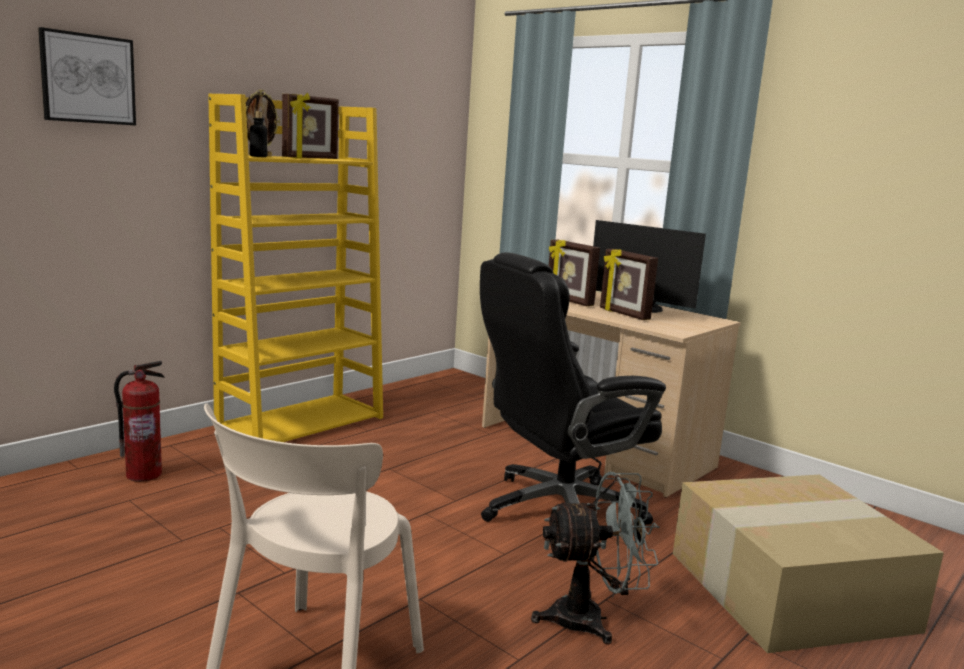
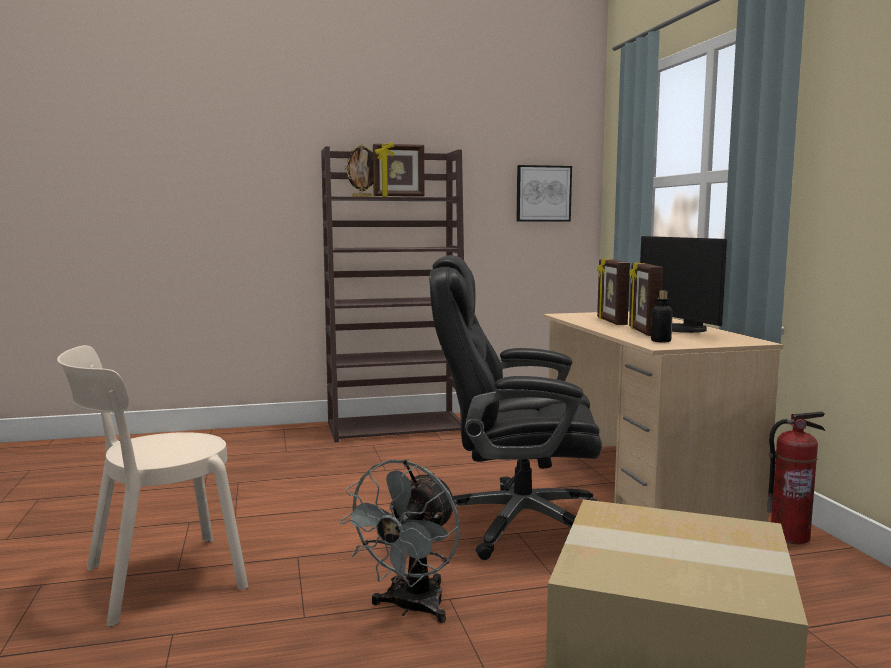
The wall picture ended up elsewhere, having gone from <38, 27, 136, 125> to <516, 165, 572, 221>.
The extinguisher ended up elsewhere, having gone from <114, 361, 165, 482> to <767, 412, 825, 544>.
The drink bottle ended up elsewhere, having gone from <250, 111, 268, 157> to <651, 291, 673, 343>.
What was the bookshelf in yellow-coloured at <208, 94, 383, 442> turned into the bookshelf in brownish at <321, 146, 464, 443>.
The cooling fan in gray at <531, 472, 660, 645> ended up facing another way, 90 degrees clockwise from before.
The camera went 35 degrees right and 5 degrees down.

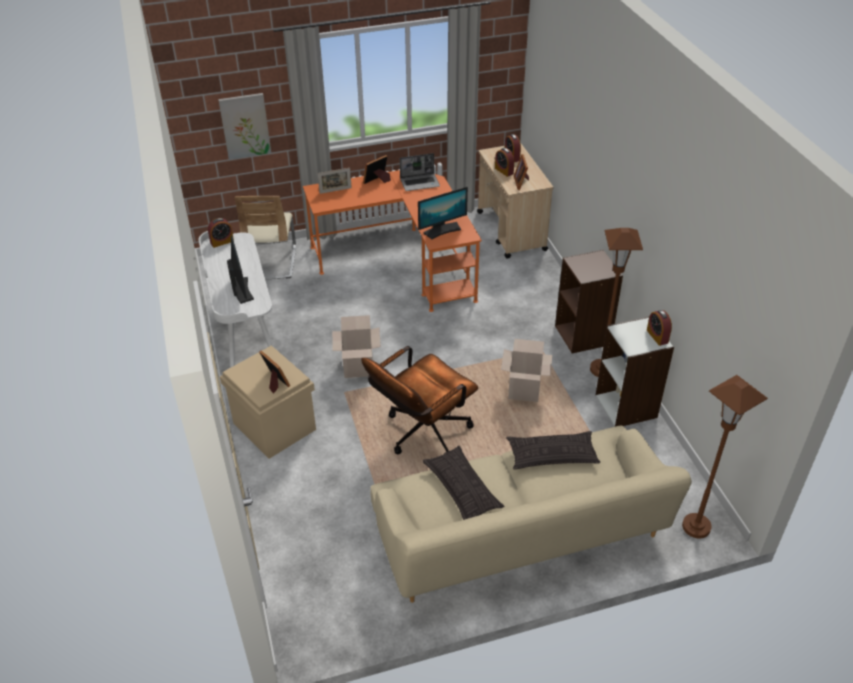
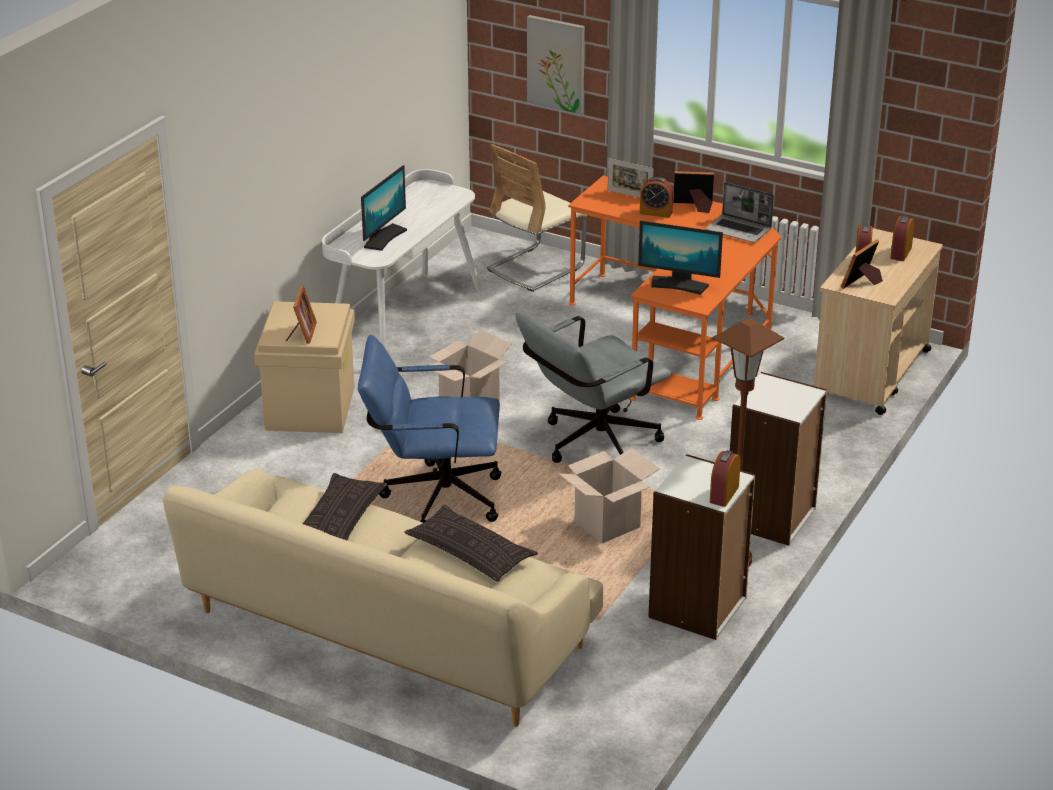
The second view lost the floor lamp in brownish at <682, 375, 768, 538>.
The second view gained the desk chair in gray at <516, 312, 671, 463>.
The bedside clock ended up elsewhere, having gone from <208, 218, 234, 248> to <640, 177, 673, 218>.
What was the desk chair in brownish at <361, 346, 478, 454> turned into the desk chair in blue at <358, 335, 501, 523>.
What was the bookshelf in brownish at <555, 250, 623, 354> turned into the bookshelf in white at <730, 372, 827, 546>.
The camera went 45 degrees right and 10 degrees down.

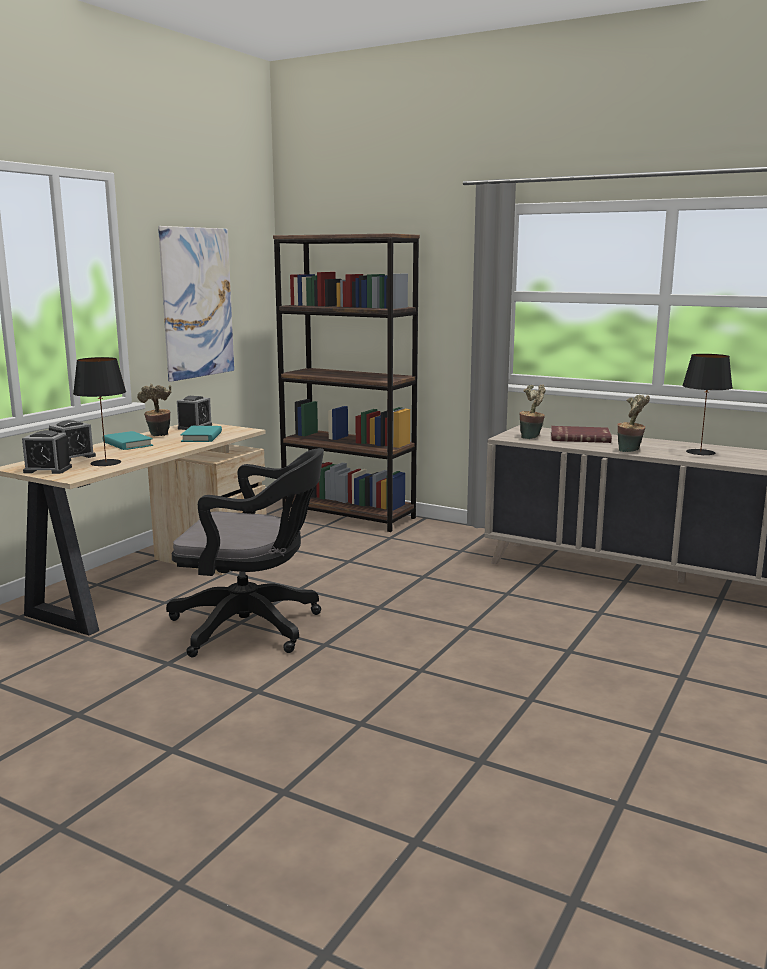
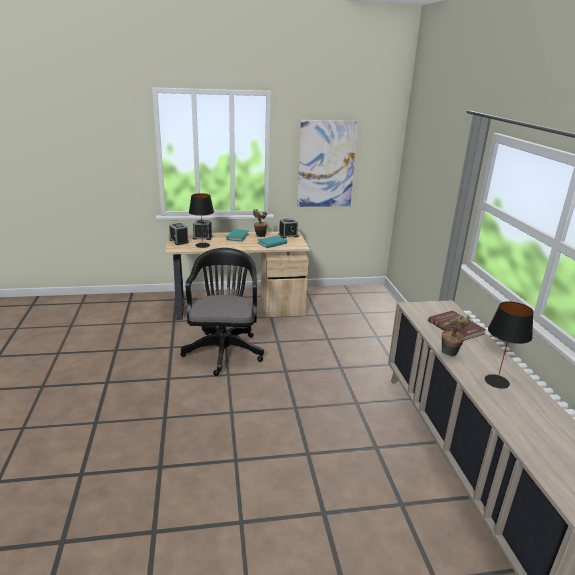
The second view lost the bookshelf in brownish at <273, 233, 420, 532>.
The second view lost the houseplant at <519, 384, 546, 439>.
The desk chair in black at <166, 448, 324, 657> ended up facing another way, 150 degrees counterclockwise from before.
The camera went 50 degrees right and 10 degrees up.

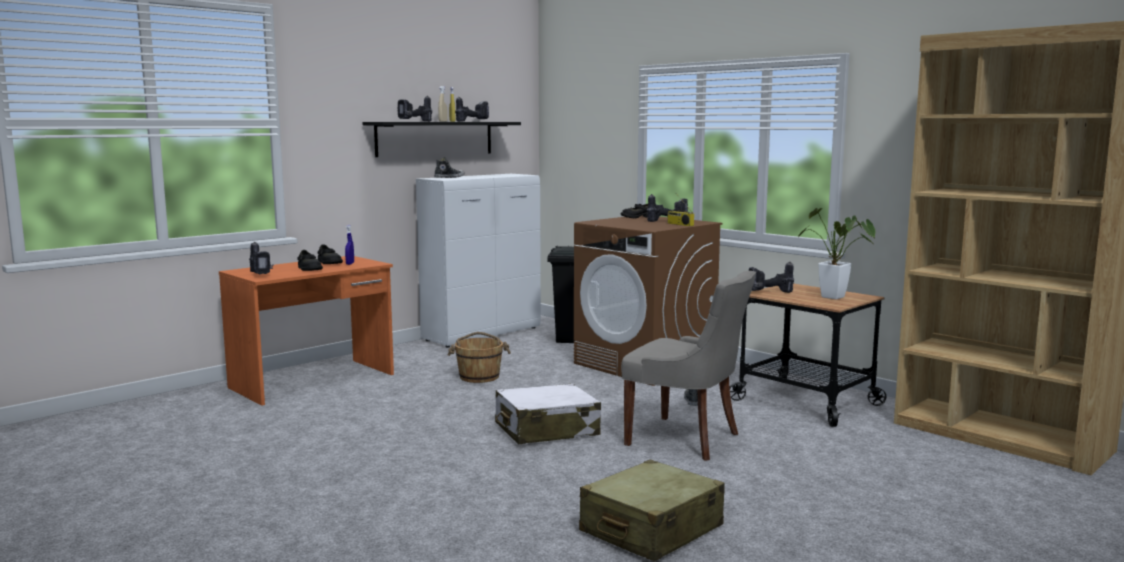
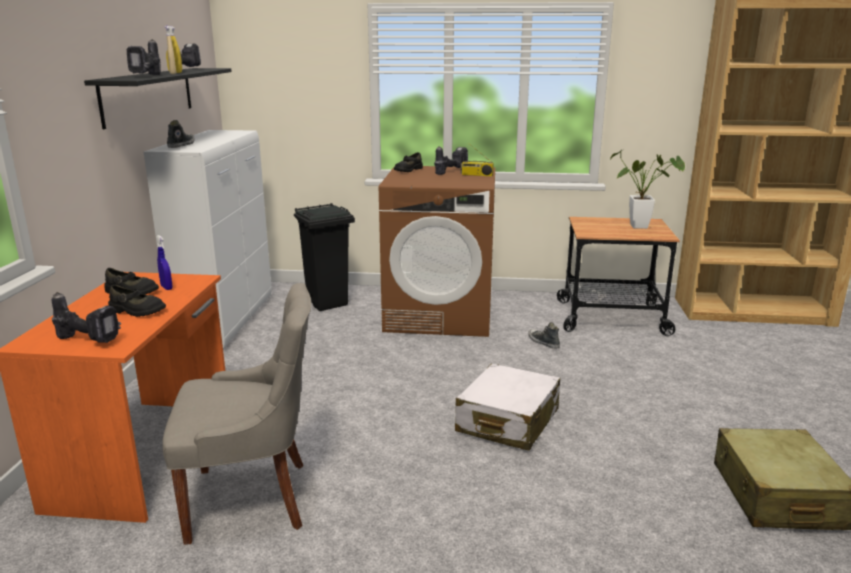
The second view lost the pail in brownish at <448, 332, 511, 383>.
The second view lost the power drill at <749, 262, 794, 293>.
The plain chair in gray ended up elsewhere, having gone from <621, 271, 756, 461> to <162, 283, 311, 545>.
The camera went 40 degrees left and 10 degrees up.

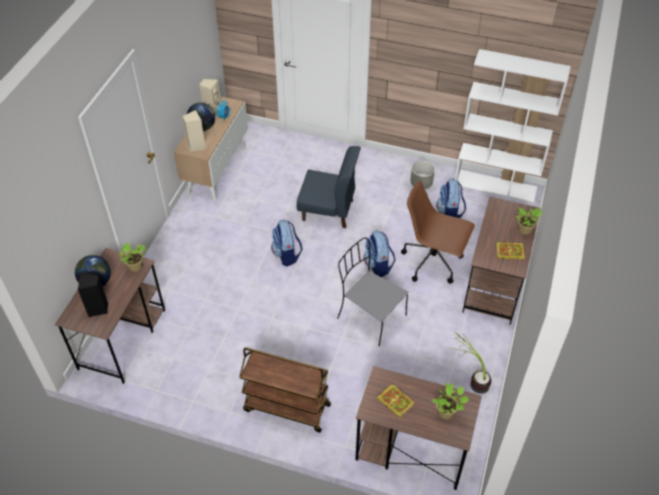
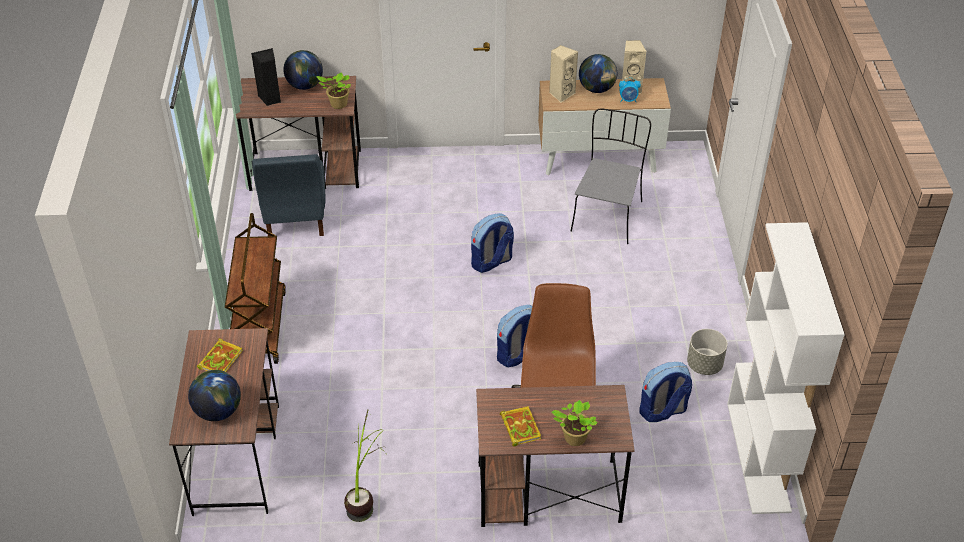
The plain chair in blue ended up elsewhere, having gone from <297, 146, 361, 228> to <252, 154, 326, 236>.
The plain chair in gray ended up elsewhere, having gone from <337, 237, 408, 346> to <570, 108, 651, 244>.
Where the houseplant stood at <432, 383, 469, 419>, the world globe came to stand at <188, 370, 241, 421>.
The camera went 70 degrees right and 5 degrees down.

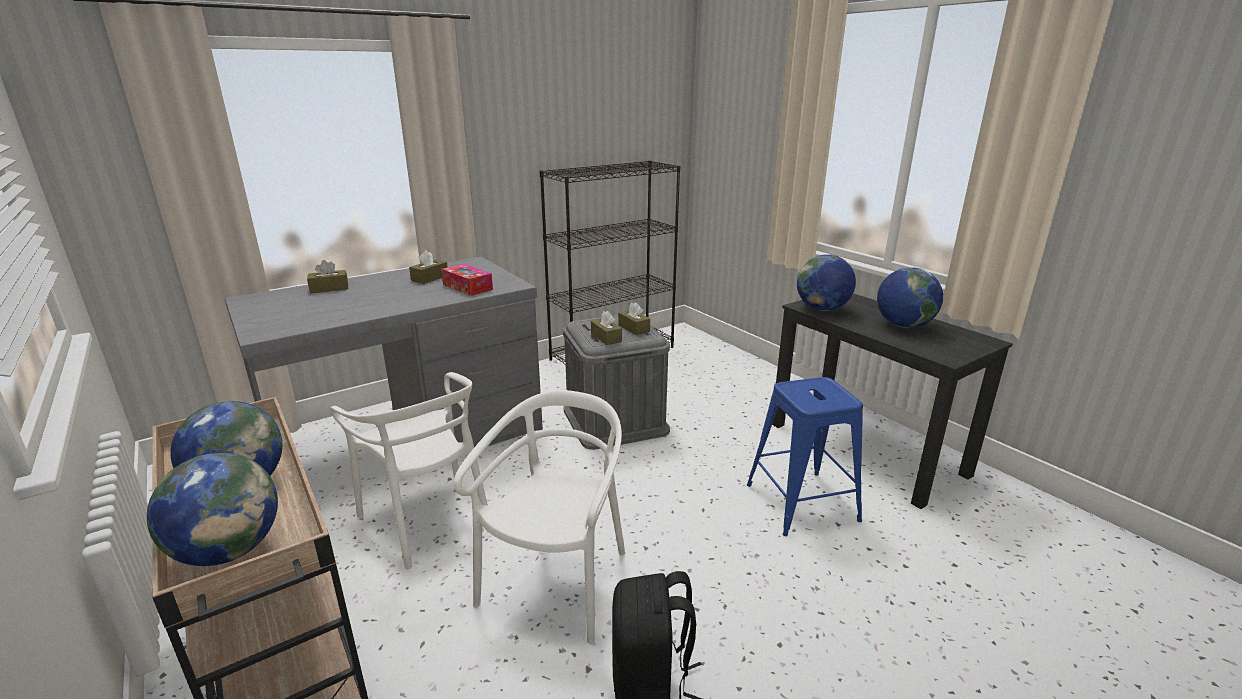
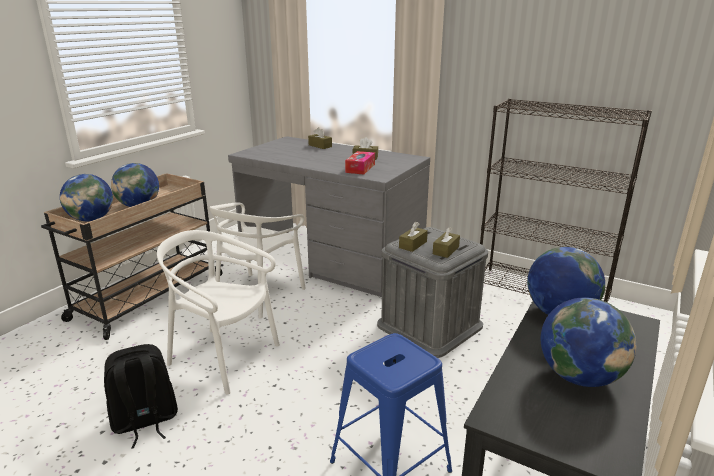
The plain chair in white at <454, 390, 625, 644> ended up facing another way, 150 degrees counterclockwise from before.
The camera went 65 degrees right and 0 degrees up.

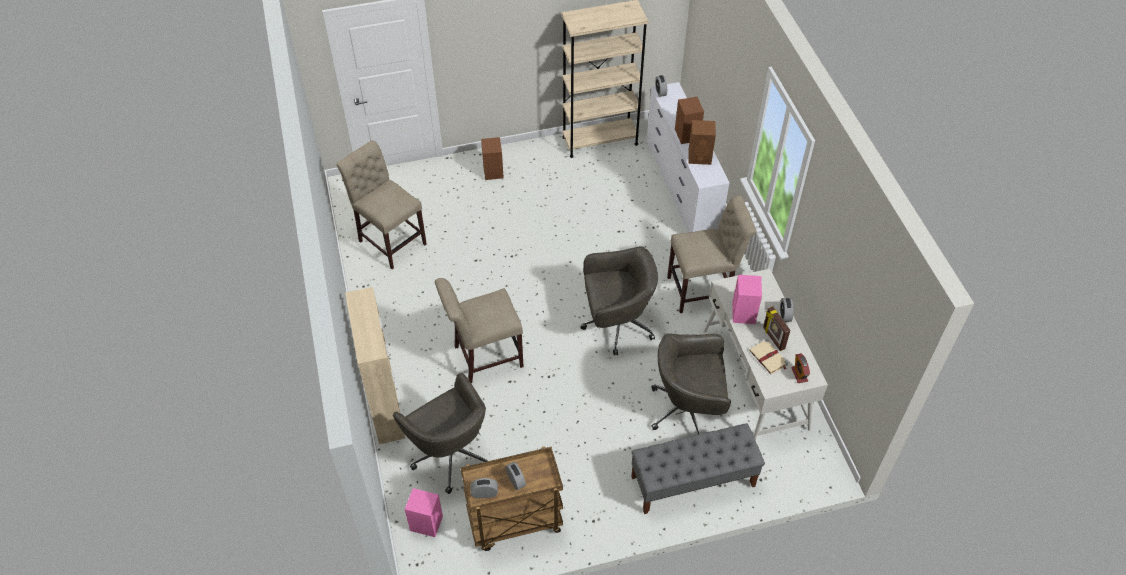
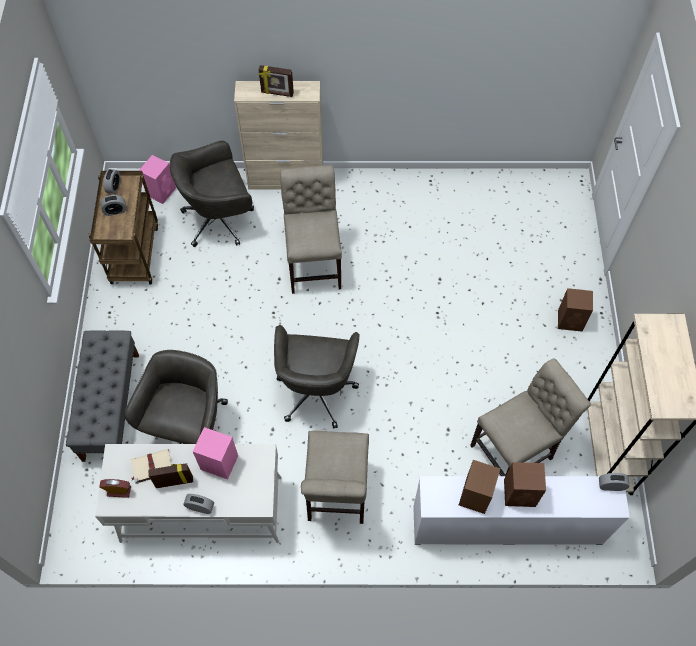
The second view gained the standing frame at <259, 65, 294, 97>.
The plain chair in sand-coloured ended up elsewhere, having gone from <337, 140, 427, 269> to <470, 359, 591, 476>.
The camera went 105 degrees right and 10 degrees up.

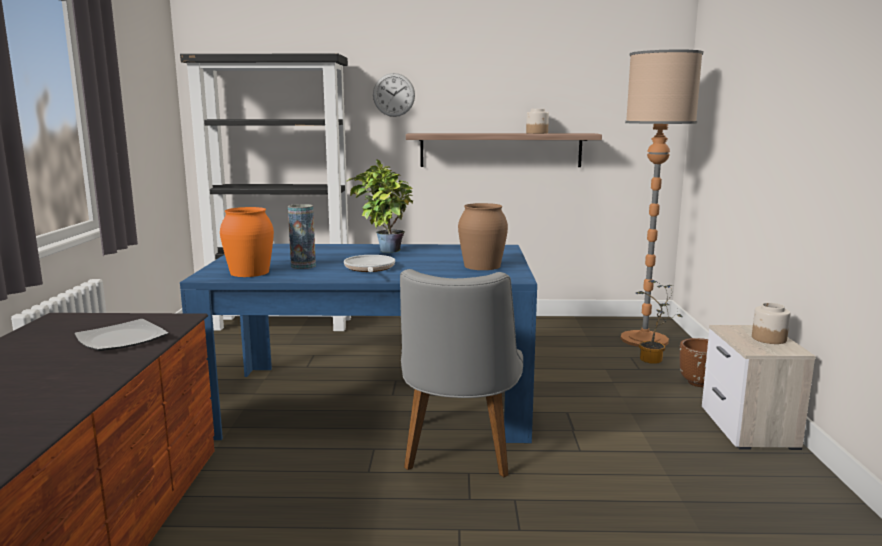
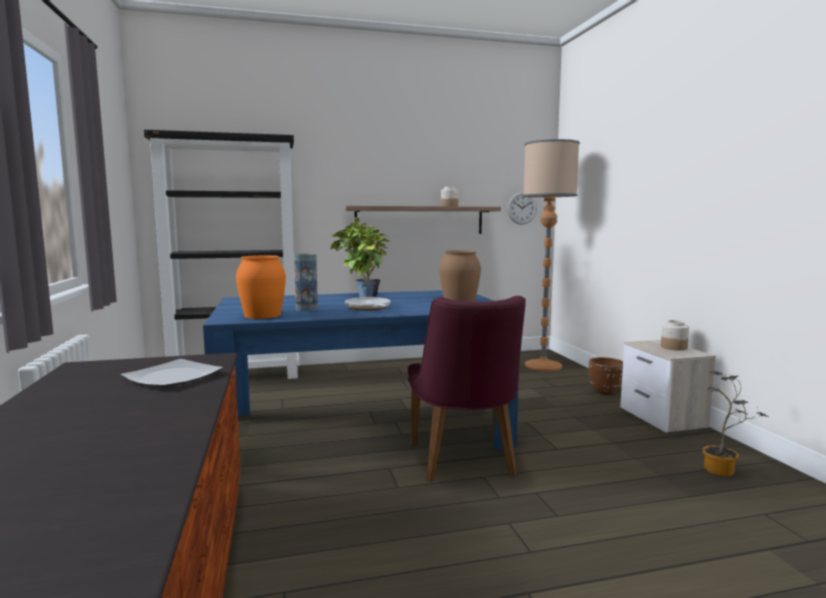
The wall clock ended up elsewhere, having gone from <373, 73, 415, 117> to <507, 192, 537, 225>.
The houseplant ended up elsewhere, having gone from <636, 280, 683, 364> to <702, 371, 768, 476>.
What was the plain chair in gray at <400, 269, 523, 477> turned into the plain chair in purple at <408, 296, 526, 481>.
The camera went 15 degrees left and 5 degrees down.

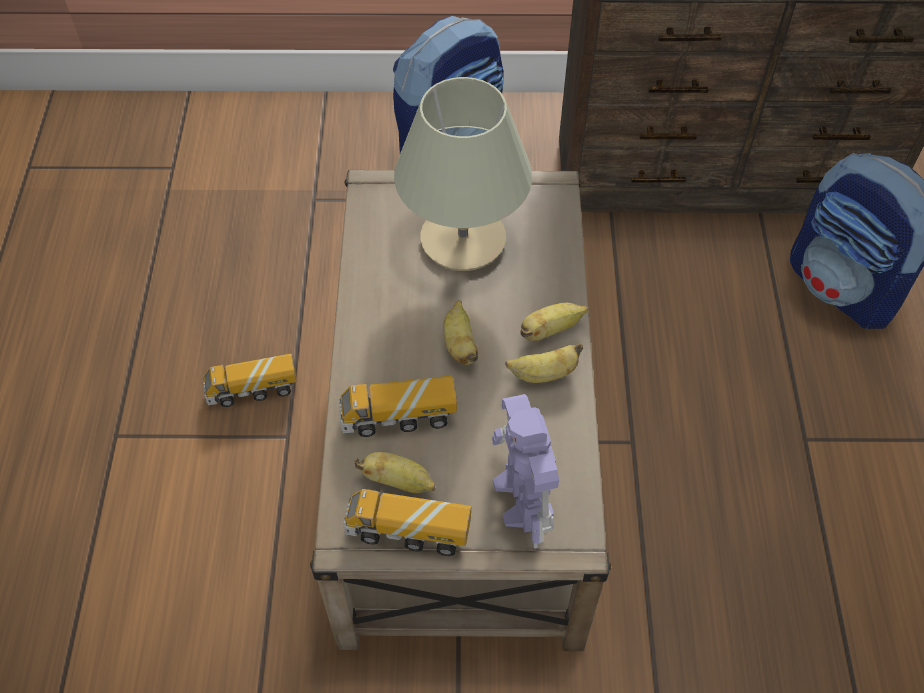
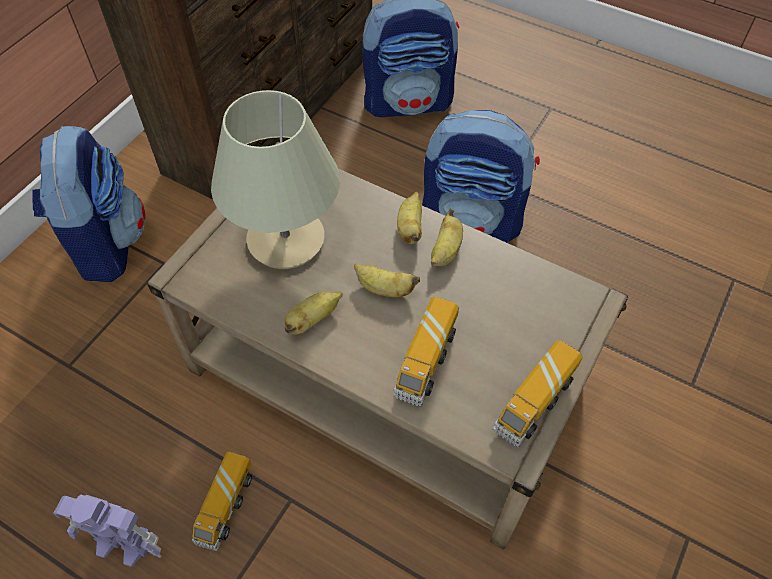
The second view gained the rucksack at <422, 110, 540, 243>.
The banana fruit ended up elsewhere, having gone from <355, 452, 435, 493> to <285, 291, 342, 335>.
The toy robot ended up elsewhere, having gone from <492, 394, 559, 549> to <53, 495, 162, 567>.
The camera went 60 degrees left and 0 degrees up.

